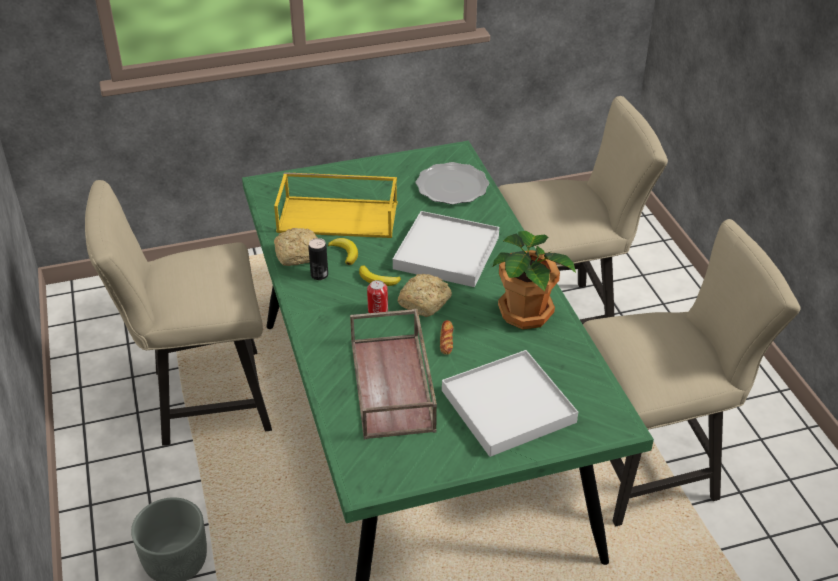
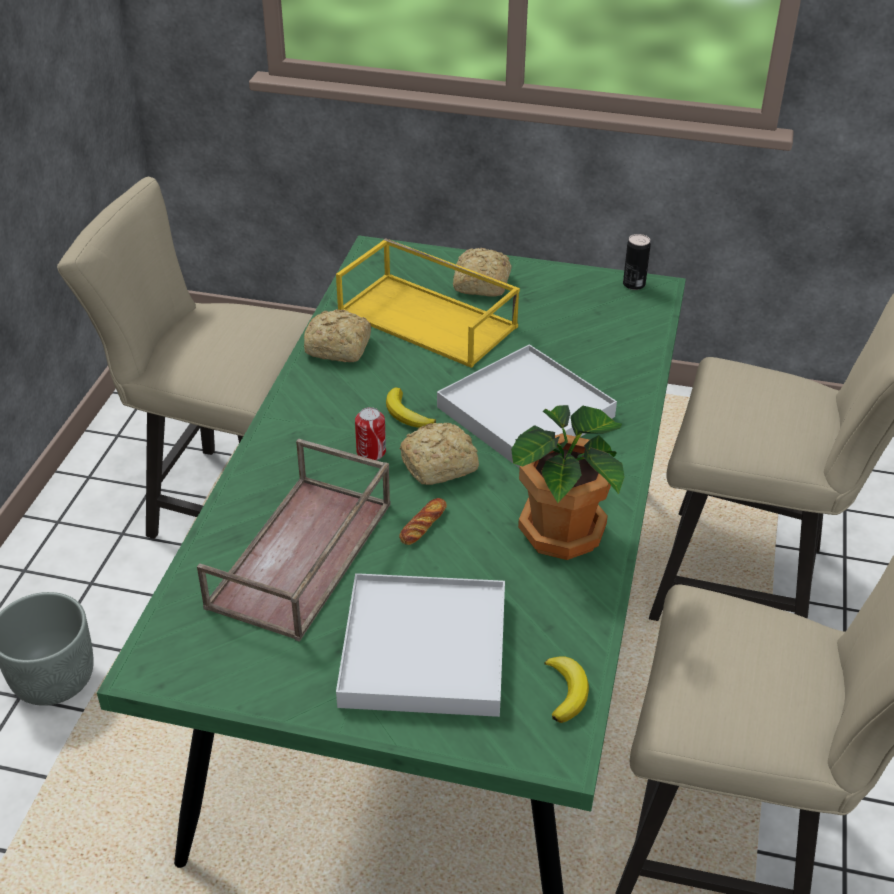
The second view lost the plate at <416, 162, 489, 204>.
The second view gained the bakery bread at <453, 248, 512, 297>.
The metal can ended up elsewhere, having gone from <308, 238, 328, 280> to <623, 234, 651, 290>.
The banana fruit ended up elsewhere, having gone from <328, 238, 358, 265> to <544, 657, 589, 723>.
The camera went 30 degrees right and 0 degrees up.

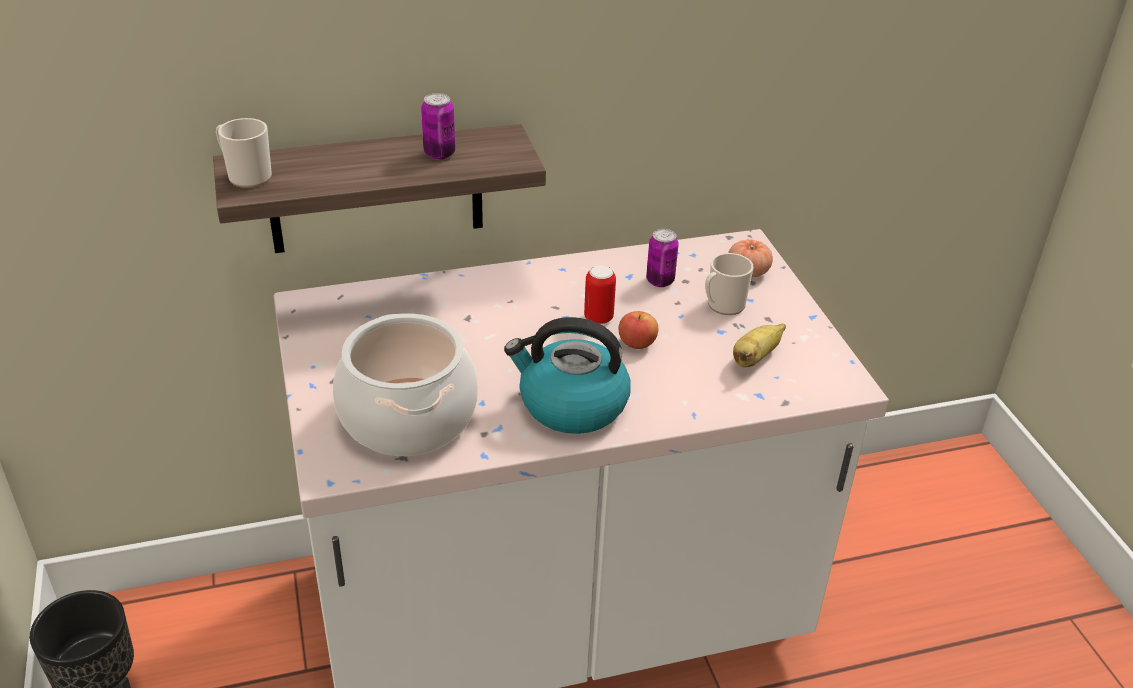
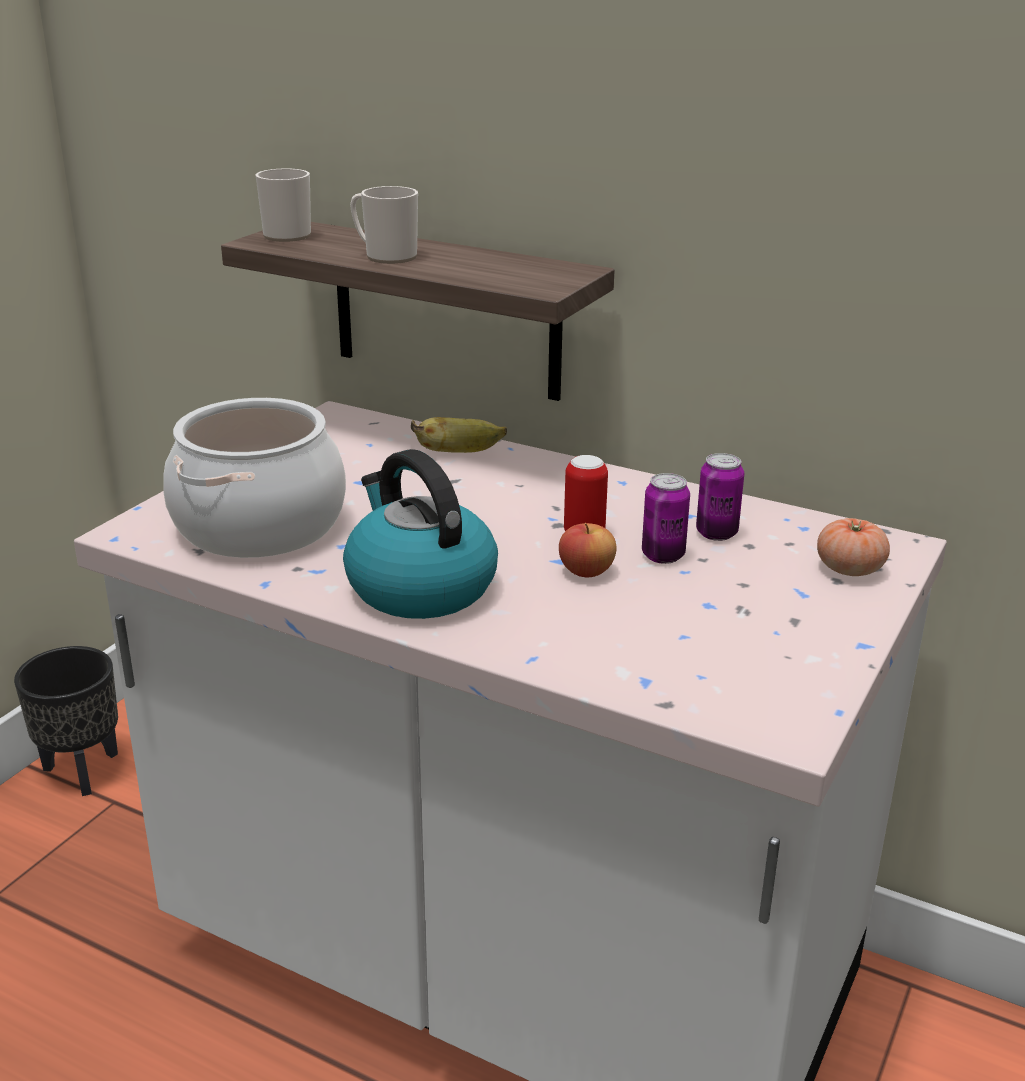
The metal can ended up elsewhere, having gone from <421, 93, 455, 160> to <642, 473, 690, 564>.
The tea mug ended up elsewhere, having gone from <705, 253, 753, 315> to <350, 186, 418, 264>.
The banana fruit ended up elsewhere, having gone from <733, 324, 786, 367> to <411, 417, 507, 453>.
The camera went 45 degrees right and 10 degrees down.

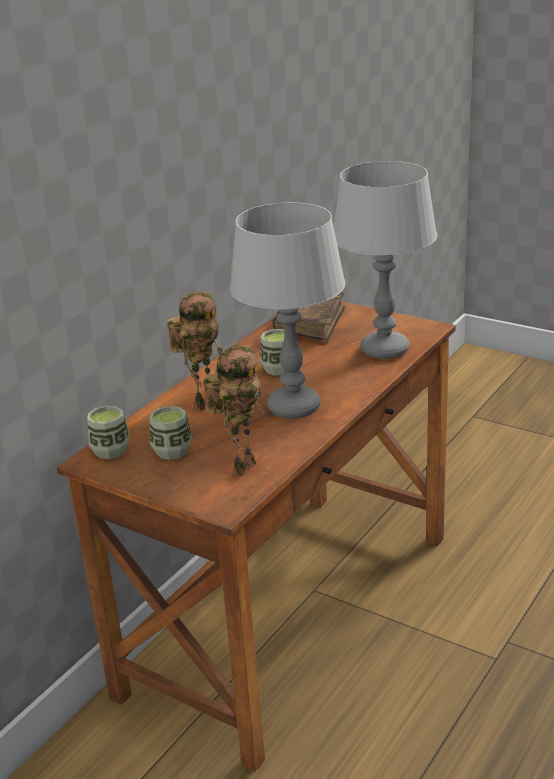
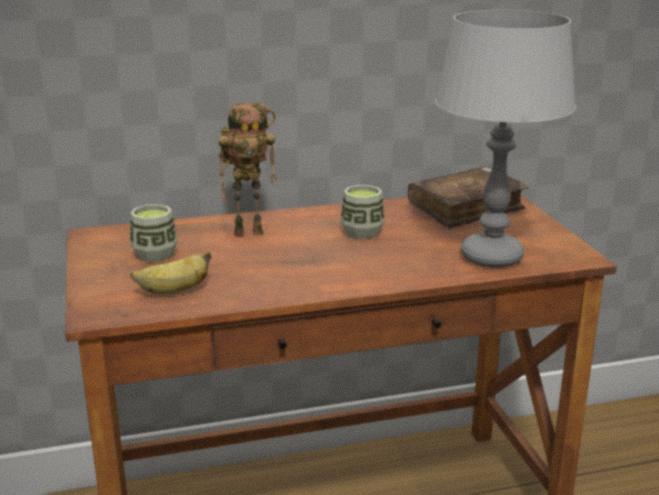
The second view lost the cup at <87, 406, 129, 459>.
The second view lost the tabletop lamp in gray at <229, 202, 345, 419>.
Where the toy robot stood at <203, 345, 265, 478>, the banana fruit came to stand at <130, 252, 211, 295>.
The camera went 40 degrees right and 5 degrees down.

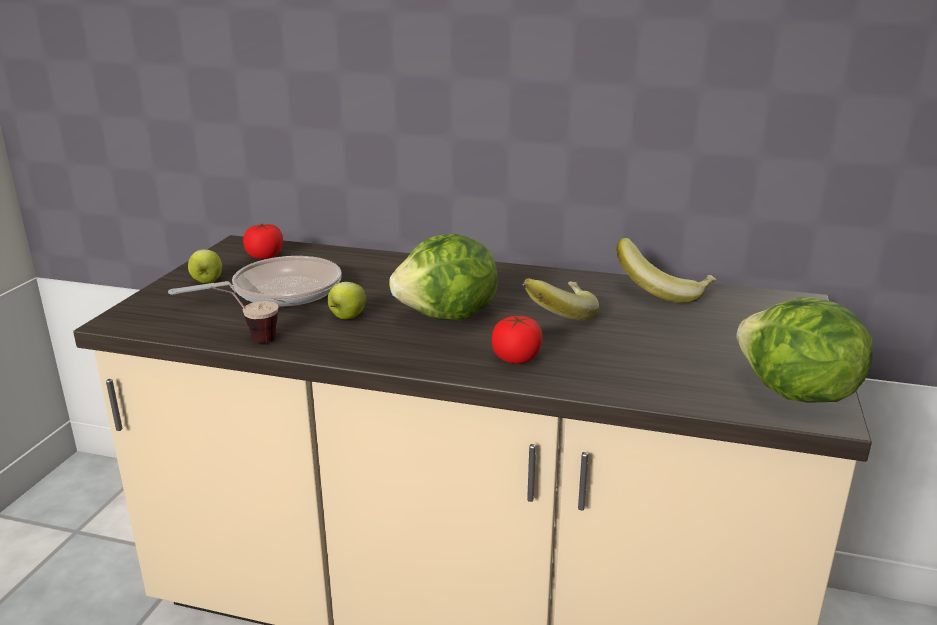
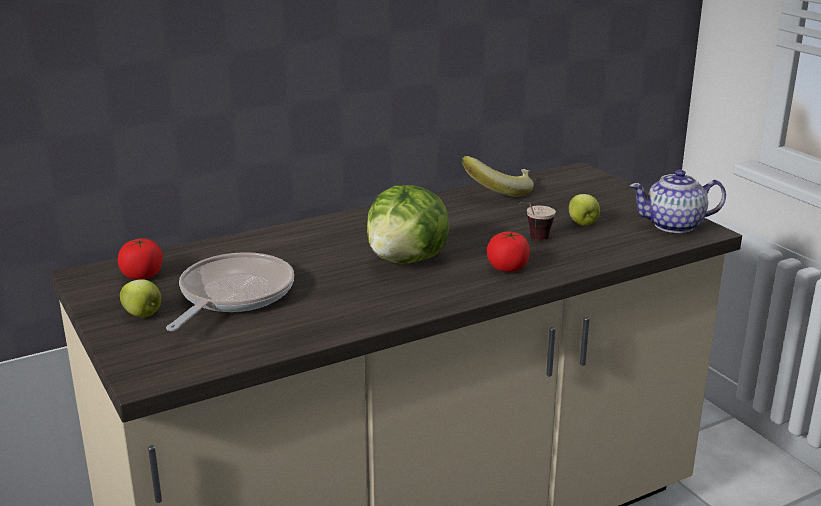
The second view lost the banana fruit at <523, 278, 599, 320>.
The cup ended up elsewhere, having gone from <210, 287, 278, 343> to <519, 203, 556, 240>.
The whole apple ended up elsewhere, having gone from <328, 282, 366, 319> to <569, 194, 600, 226>.
Where the lettuce head stood at <736, 297, 873, 403>, the pot for tea came to stand at <630, 170, 726, 233>.
The camera went 45 degrees left and 0 degrees up.

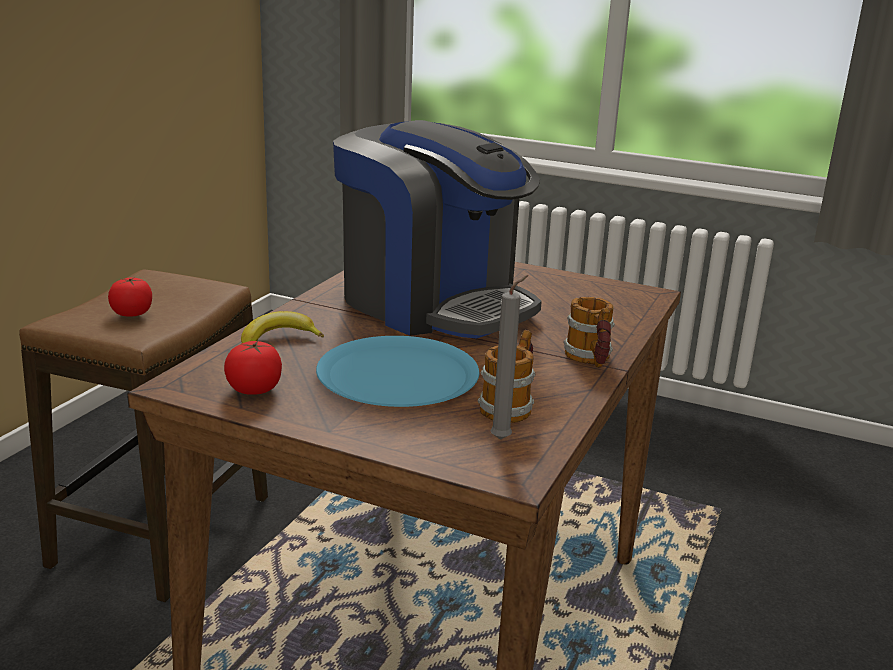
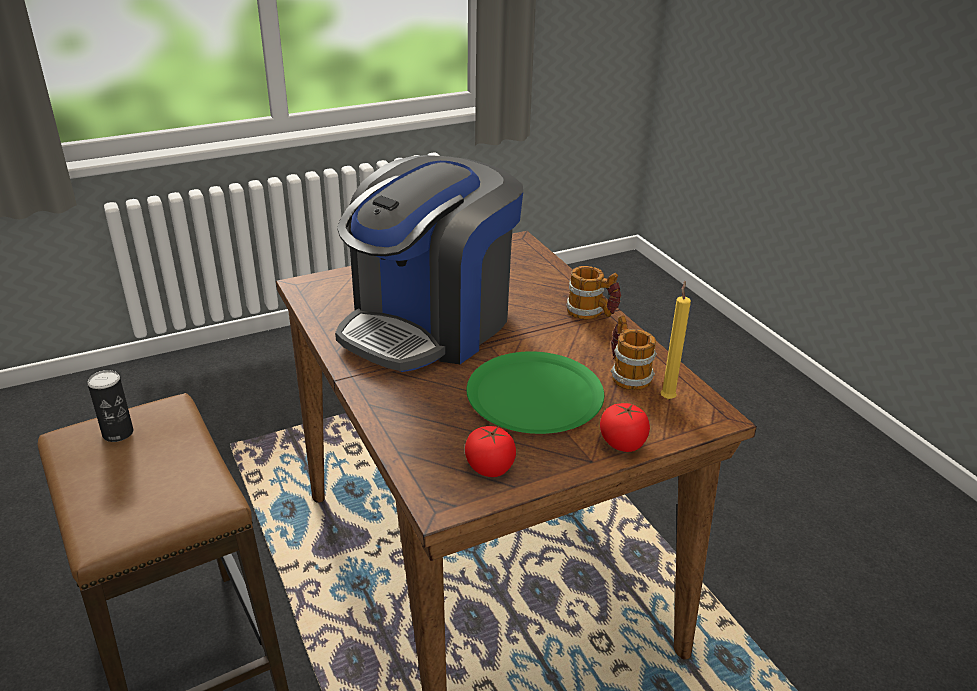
The second view lost the banana fruit at <241, 311, 324, 343>.
The second view gained the metal can at <87, 370, 133, 442>.
The whole tomato ended up elsewhere, having gone from <108, 277, 152, 317> to <600, 403, 650, 452>.
What was the plate in blue at <316, 336, 479, 407> turned into the plate in greenish at <466, 351, 604, 434>.
What was the wax light in gray at <490, 275, 528, 440> turned into the wax light in yellow-coloured at <660, 281, 691, 399>.
The coffee maker at <333, 120, 542, 338> ended up facing another way, 135 degrees clockwise from before.
The camera went 50 degrees left and 10 degrees up.

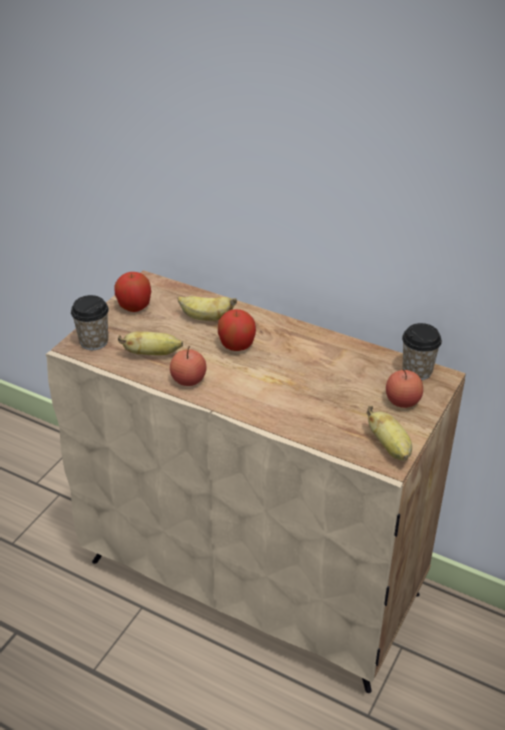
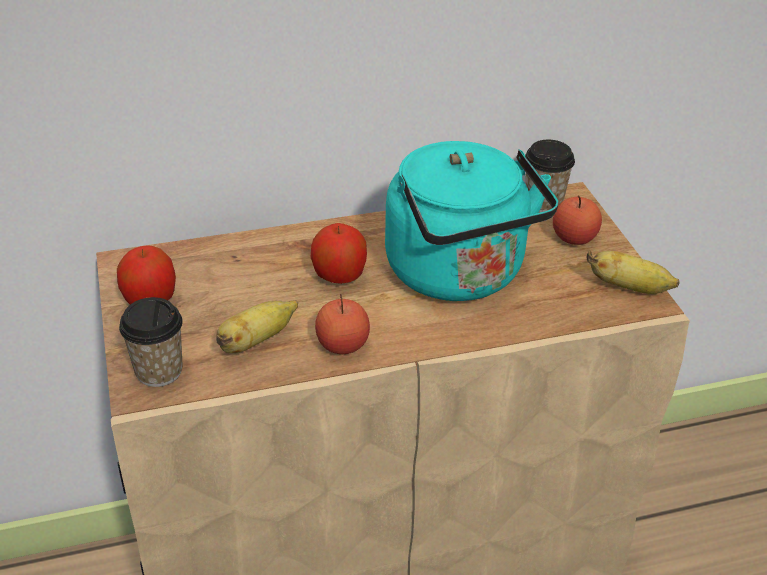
The second view lost the banana fruit at <178, 296, 237, 321>.
The second view gained the kettle in blue-green at <385, 141, 559, 301>.
The camera went 45 degrees left and 0 degrees up.

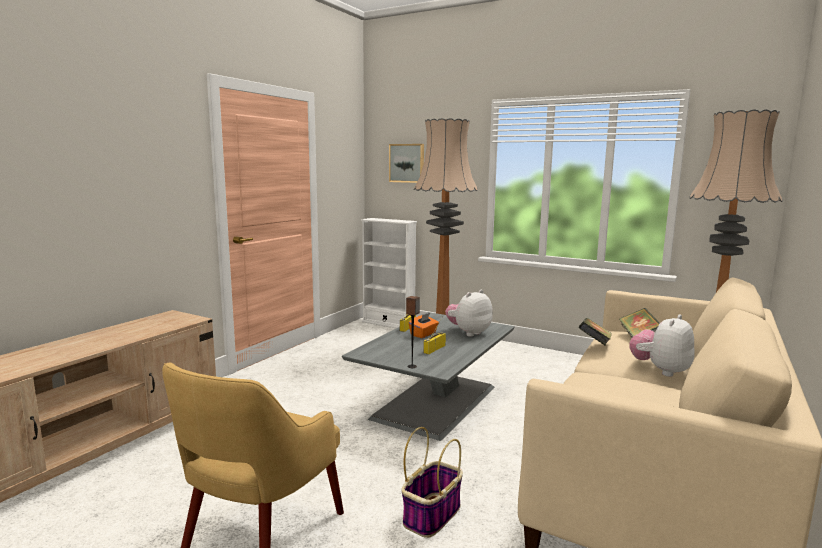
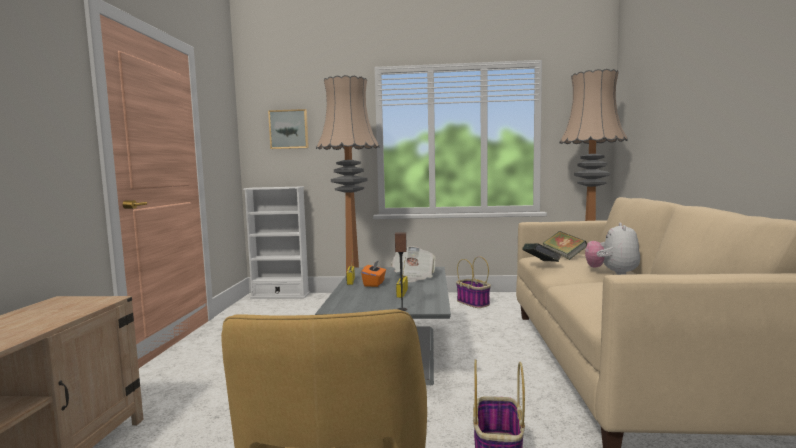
The second view gained the storage basket at <456, 256, 491, 308>.
Where the soft toy stood at <445, 290, 493, 337>, the daily paper came to stand at <391, 246, 436, 282>.
The camera went 25 degrees left and 5 degrees down.

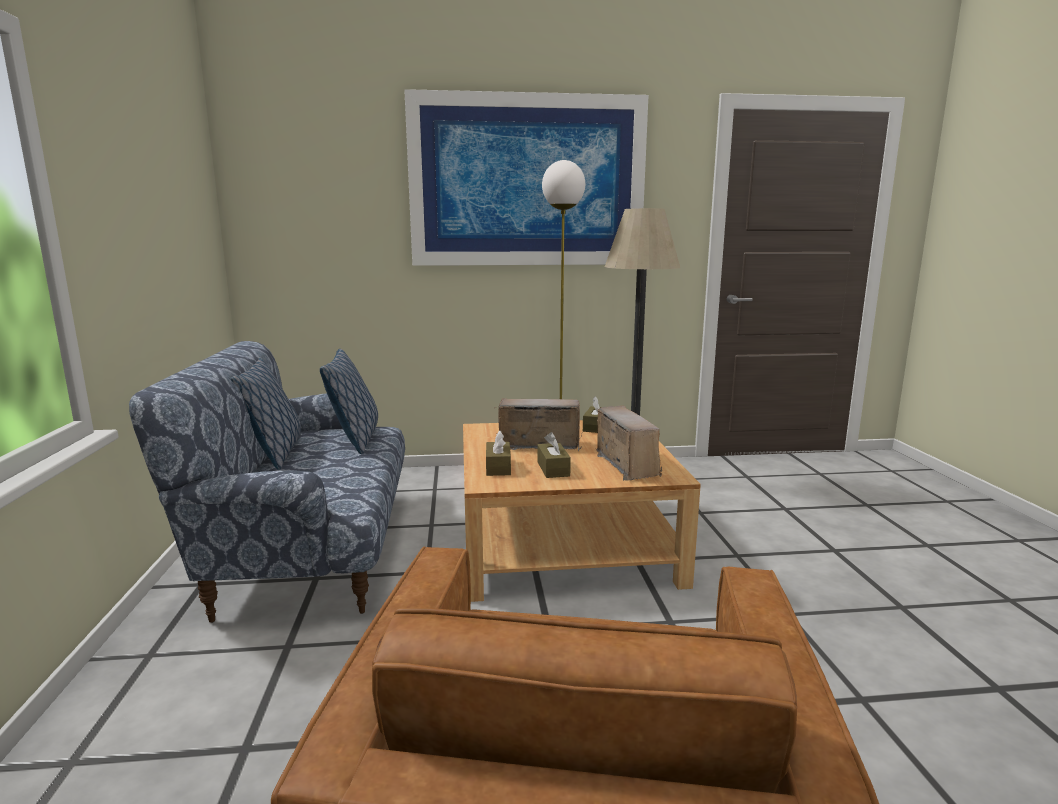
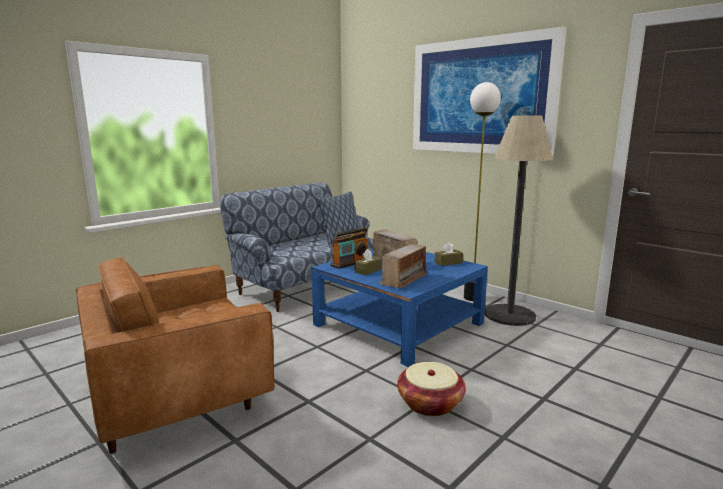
The second view lost the cushion at <230, 357, 301, 470>.
The second view gained the storage basket at <397, 362, 466, 416>.
Where the tissue holder in brownish stood at <486, 431, 511, 476>, the radio receiver came to stand at <330, 228, 367, 269>.
What was the lounge table in sand-coloured at <463, 420, 701, 602> turned into the lounge table in blue at <312, 250, 488, 367>.
The camera went 50 degrees right and 0 degrees up.

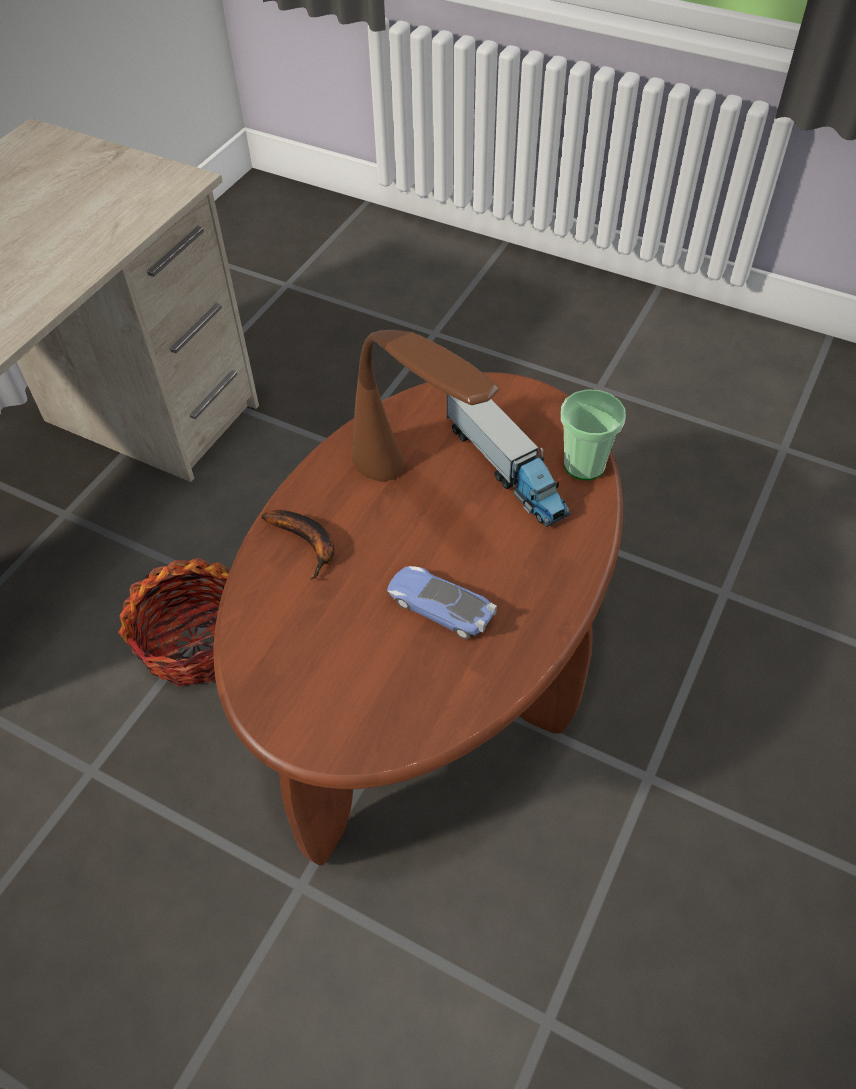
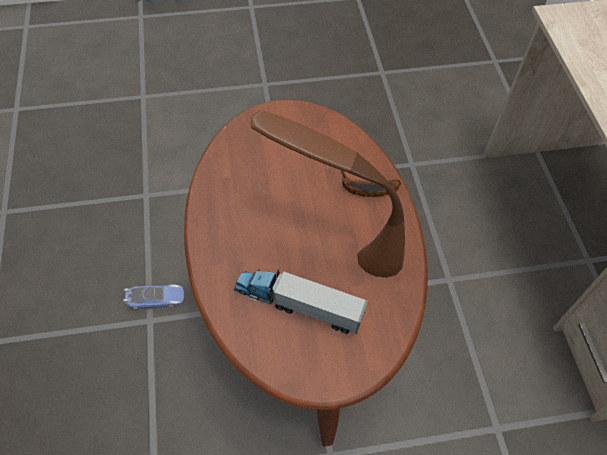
The second view lost the storage basket at <118, 558, 229, 687>.
The second view lost the cup at <561, 389, 626, 480>.
The model car ended up elsewhere, having gone from <387, 566, 497, 639> to <123, 284, 184, 310>.
The camera went 140 degrees right and 5 degrees up.

